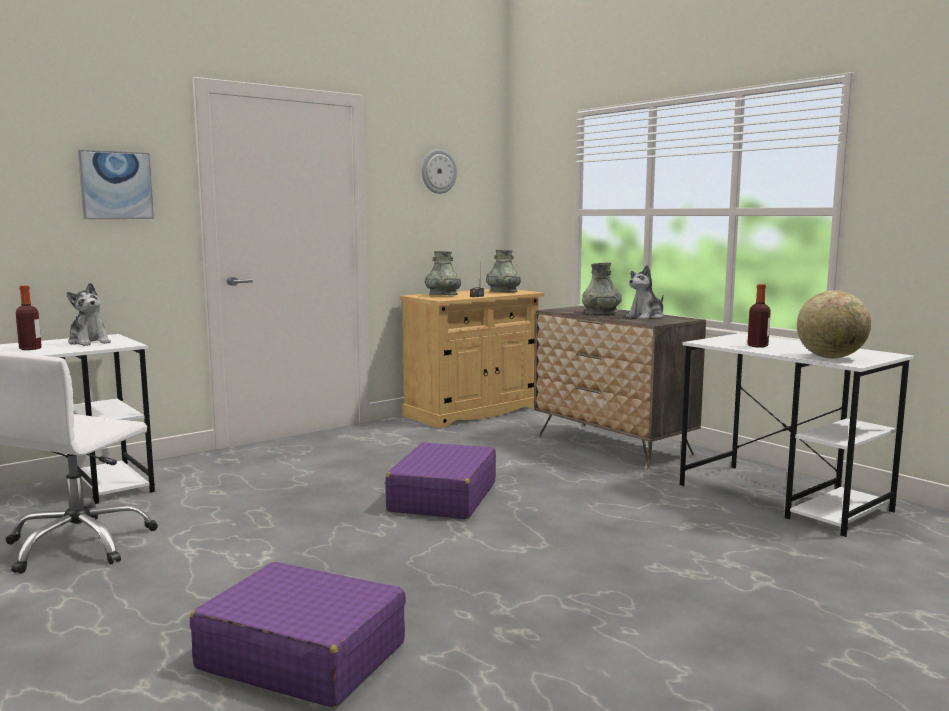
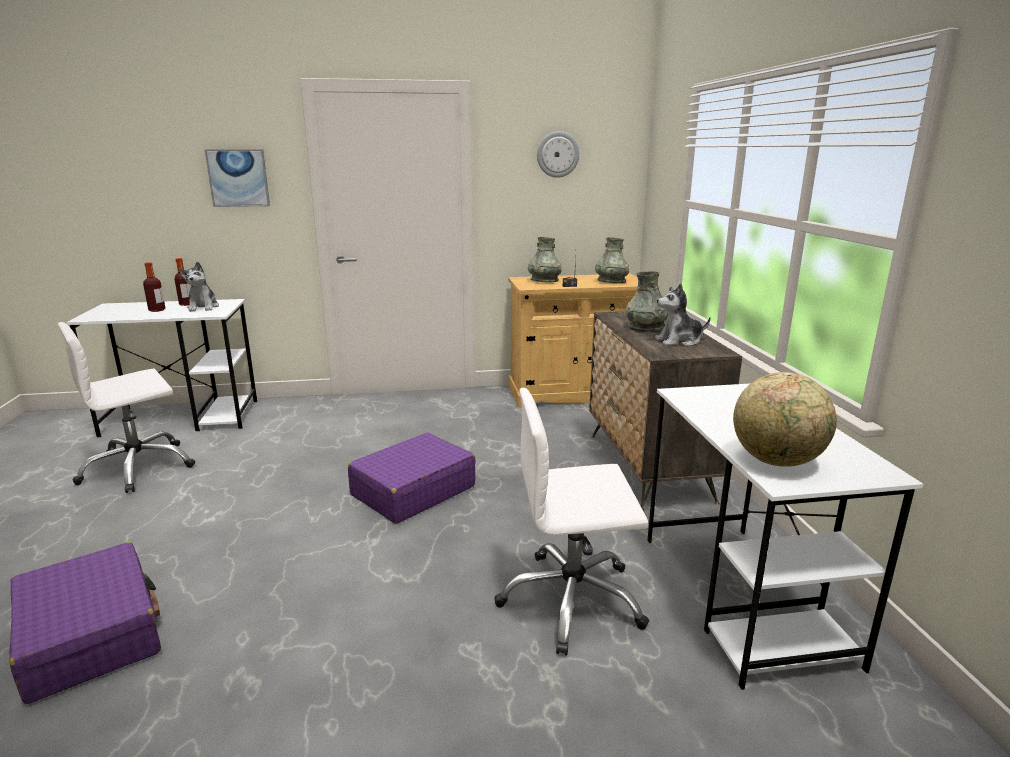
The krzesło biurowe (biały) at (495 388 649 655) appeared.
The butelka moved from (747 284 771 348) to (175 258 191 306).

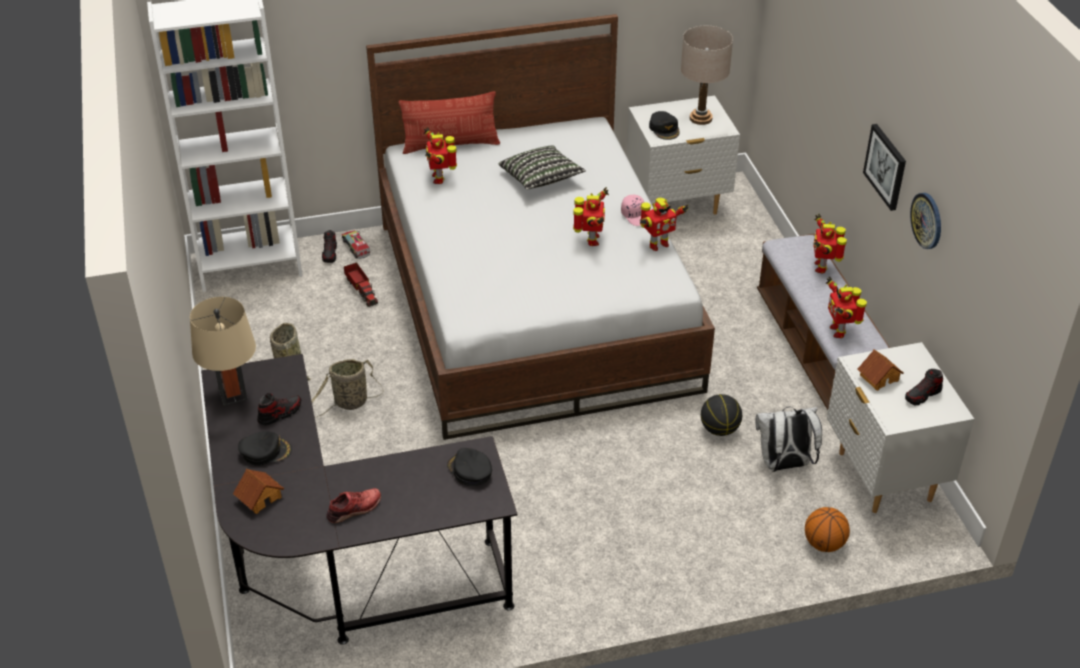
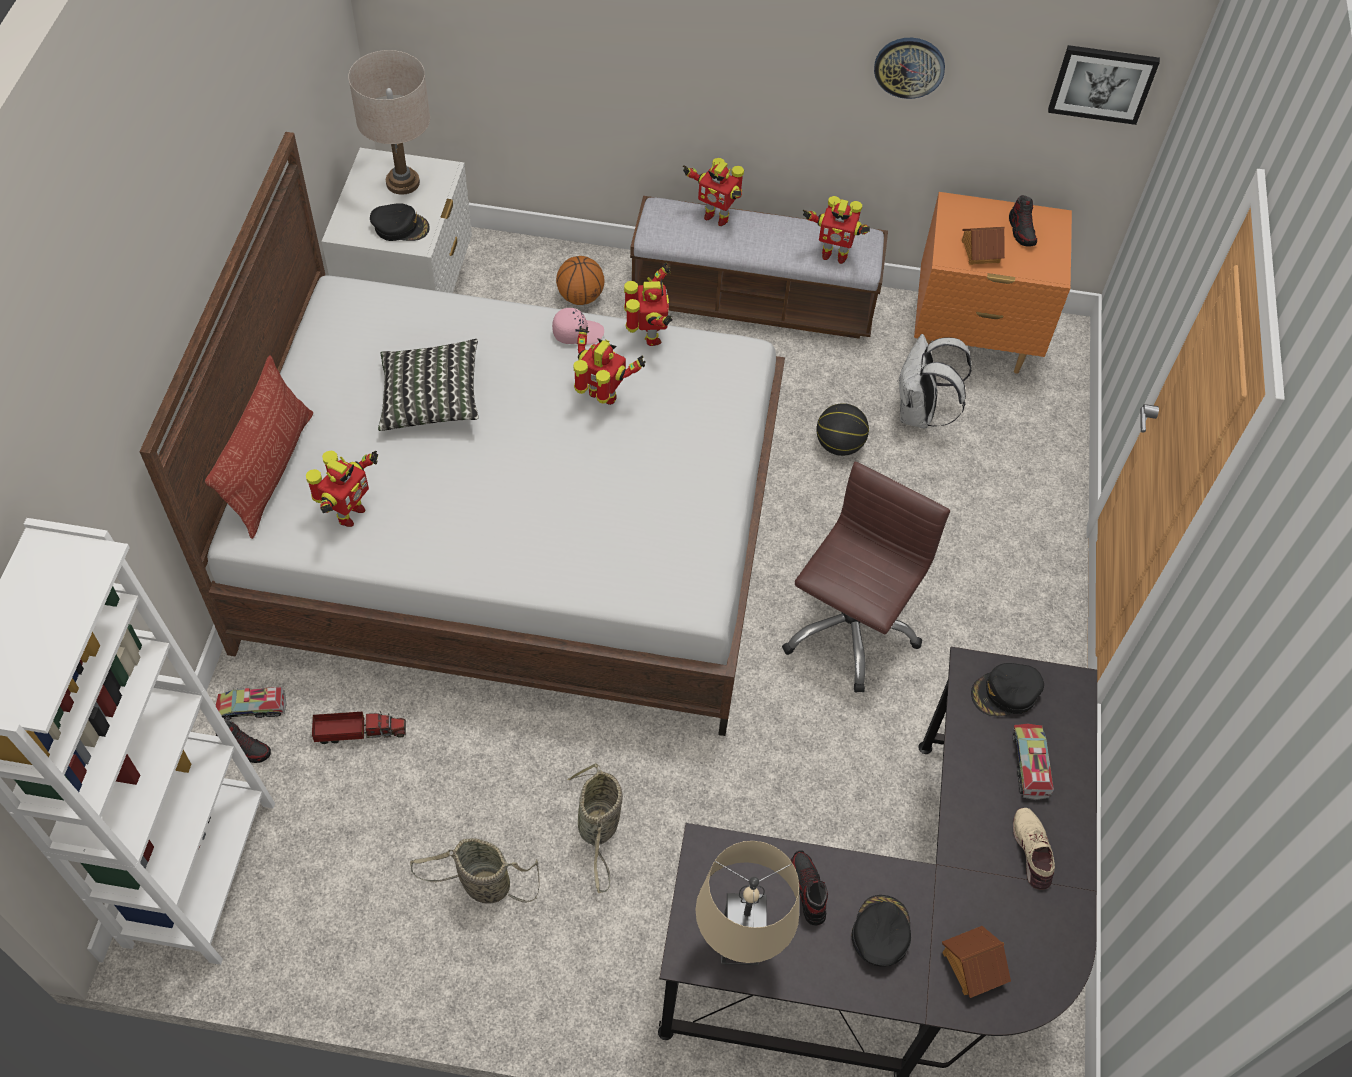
The krzesło biurowe (brązowy) at (782 462 950 693) appeared.
The ciężarówka zabawkowa at (1013 723 1054 800) appeared.
The piłka do koszykówki moved from (805 507 850 552) to (556 256 604 305).
The obraz moved from (863 124 906 211) to (1048 45 1160 125).
The but (czerwony) at (327 488 381 523) became the but (beżowy) at (1013 808 1055 890).
The szafka nocna (biały) at (827 342 974 513) became the szafka nocna (pomarańczowy) at (914 192 1072 374).
The robot zabawkowy at (424 127 457 184) turned 75 degrees counterclockwise.

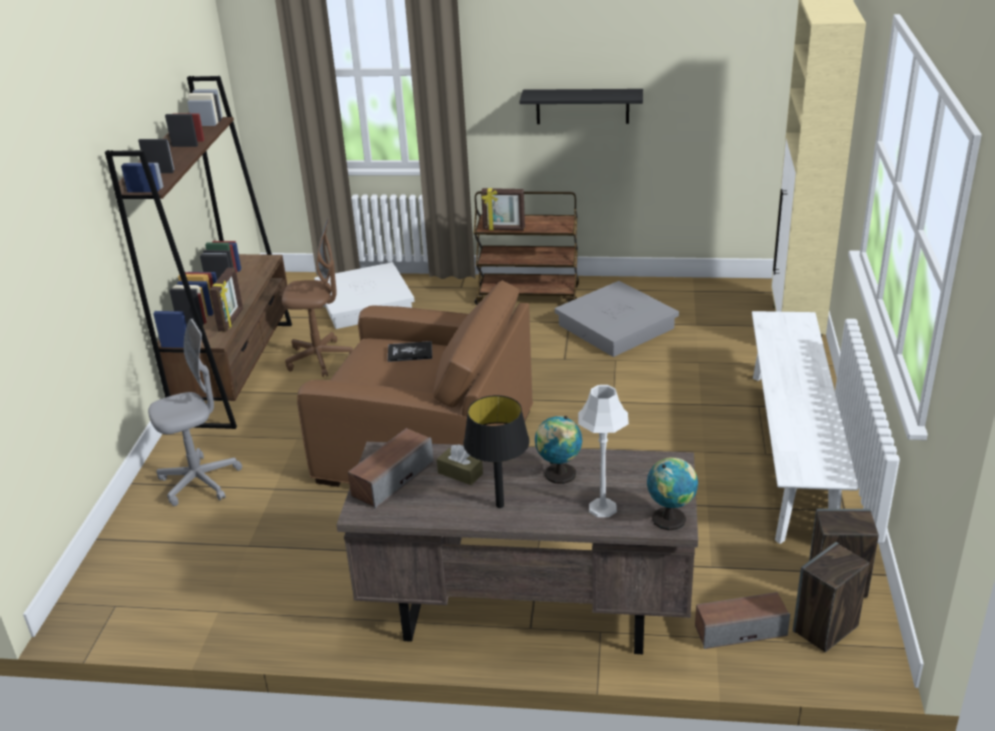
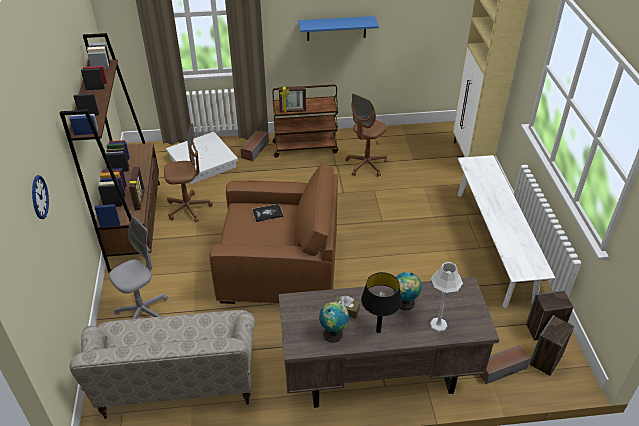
The zegar ścienny at (32 175 49 219) appeared.
The kanapa (beżowy) at (69 310 255 419) appeared.
The głośnik moved from (348 428 434 509) to (241 131 269 162).
The globus moved from (647 457 698 530) to (319 302 349 343).
The pojemnik do przechowywania (szary) at (555 281 679 357) was replaced by the krzesło biurowe (brązowy) at (345 94 387 177).
The półka (czarny) at (519 89 643 124) became the półka (niebieski) at (299 16 379 41).

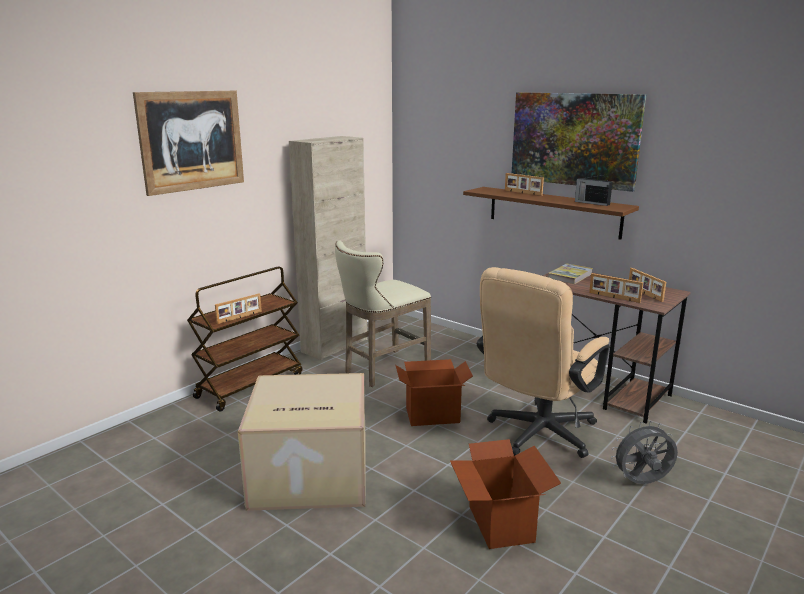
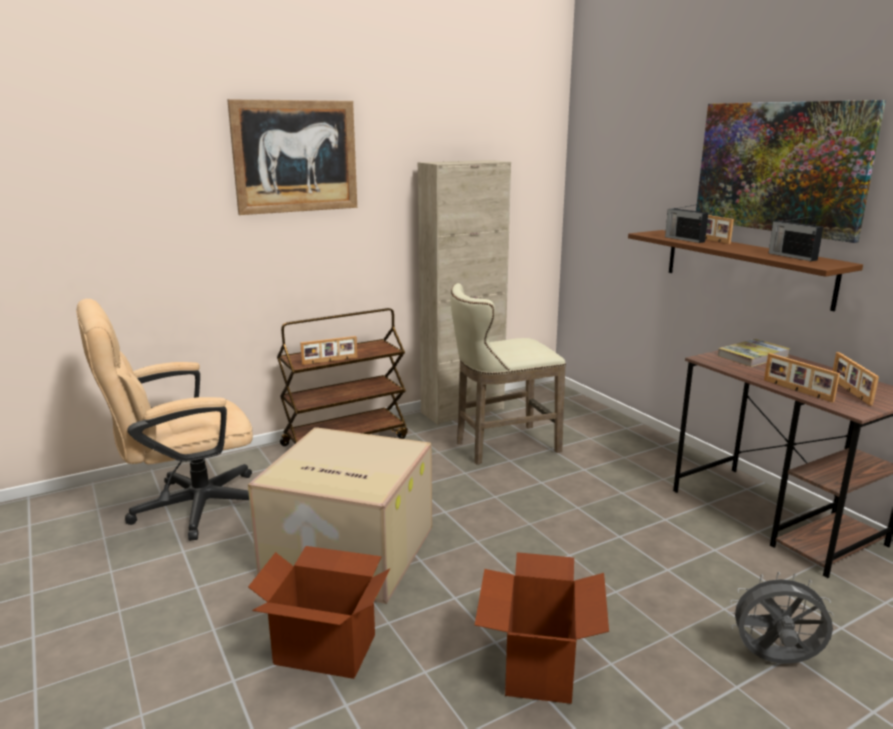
The radio at (665 204 708 243) appeared.
The karton moved from (395 359 473 426) to (248 546 390 679).
The krzesło biurowe (beżowy) moved from (477 267 610 458) to (76 299 253 541).

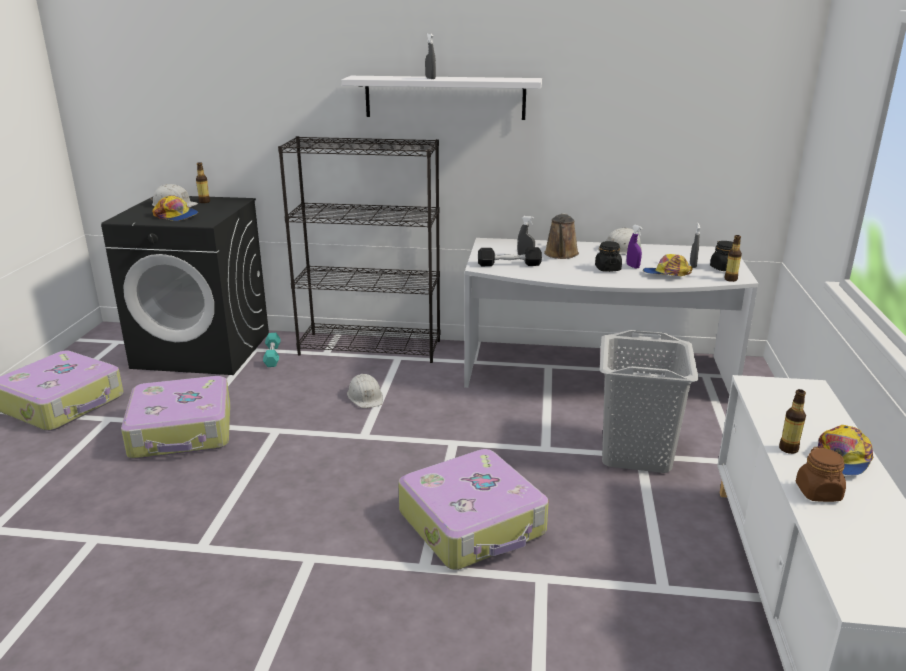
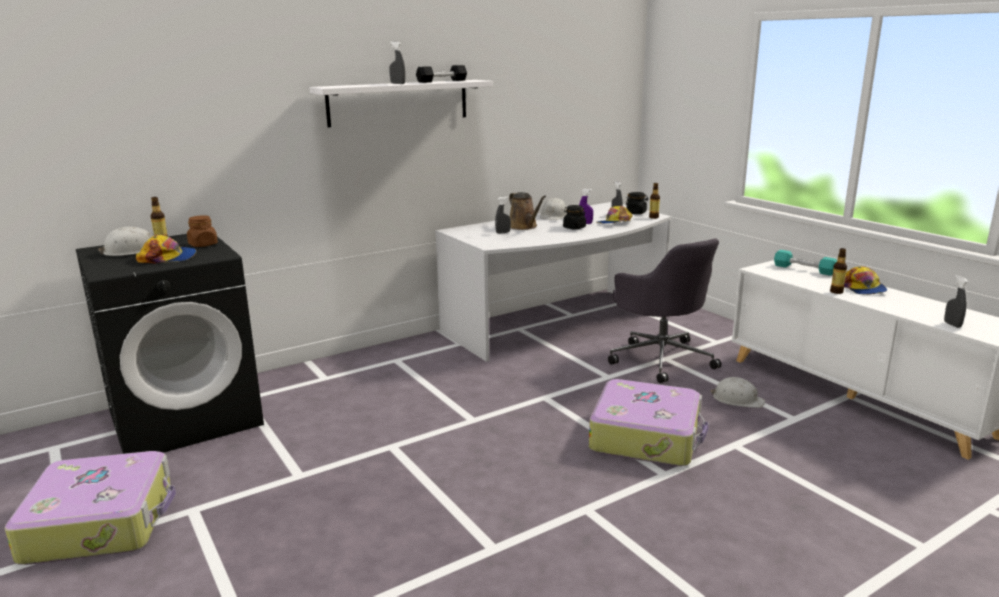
The walizka at (121 376 230 459) disappeared.
The regał (czarny) at (278 136 440 363) disappeared.
The spryskiwacz (szary) at (944 275 968 328) appeared.
The hantel (turkusowy) moved from (263 333 281 367) to (774 250 837 276).
The kask (biały) moved from (347 374 383 408) to (710 377 765 408).
The hantel (czarny) moved from (478 247 542 266) to (416 65 467 83).
The słoik (brązowy) moved from (796 447 846 502) to (187 215 218 247).
The kosz na pranie (szary) at (600 330 699 473) was replaced by the krzesło biurowe (szary) at (608 238 721 383).

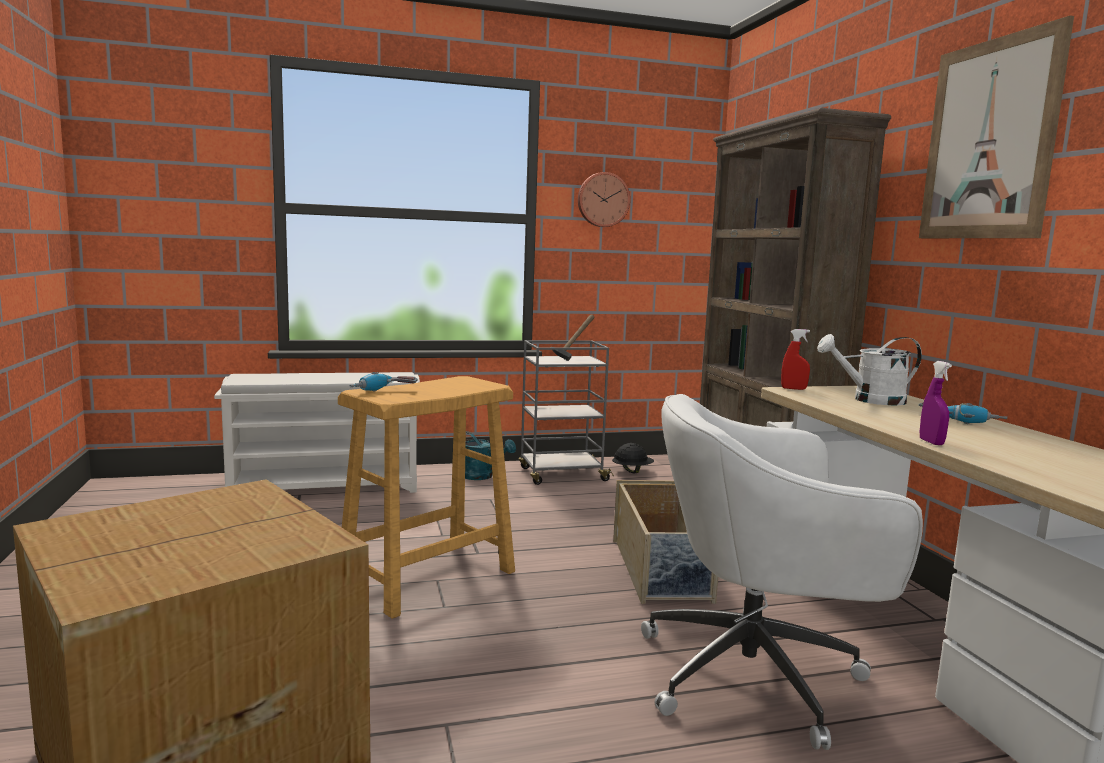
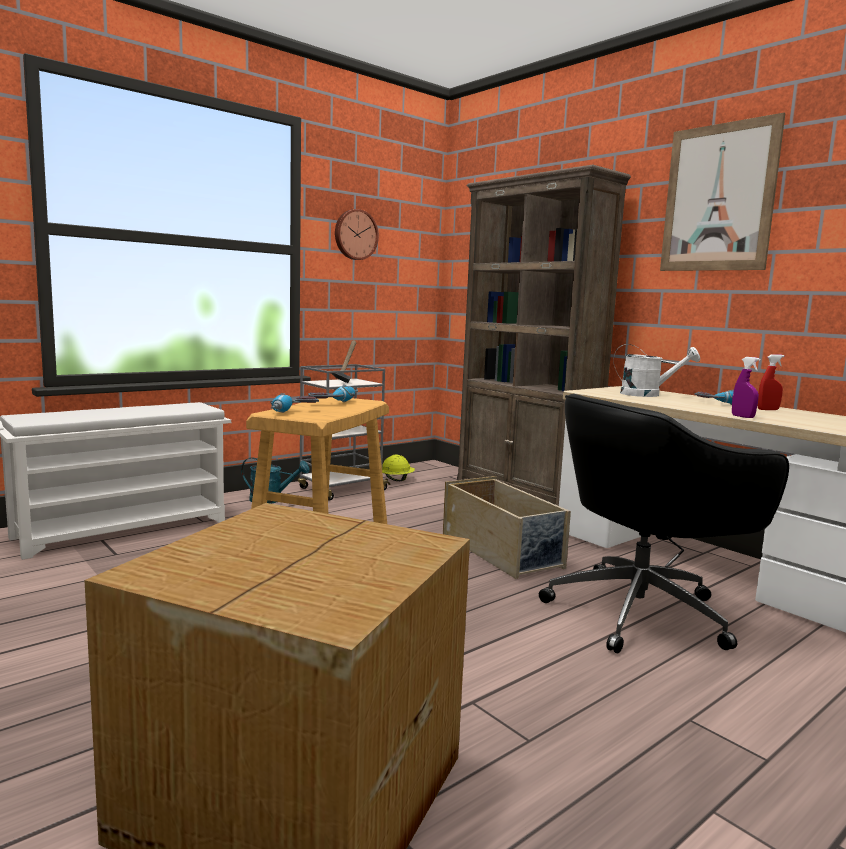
The wiertarka at (308 385 358 402) appeared.
The spryskiwacz (czerwony) moved from (781 329 810 390) to (758 355 785 410).
The kask (czarny) at (612 443 654 473) became the kask (żółty) at (382 455 415 481).
The krzesło biurowe (biały) at (641 394 923 750) became the krzesło biurowe (czarny) at (539 394 789 654).
The konewka (biały) at (817 334 922 405) turned 135 degrees counterclockwise.

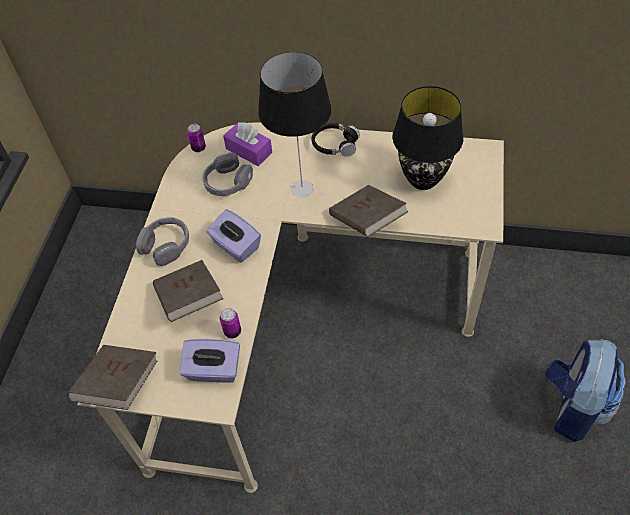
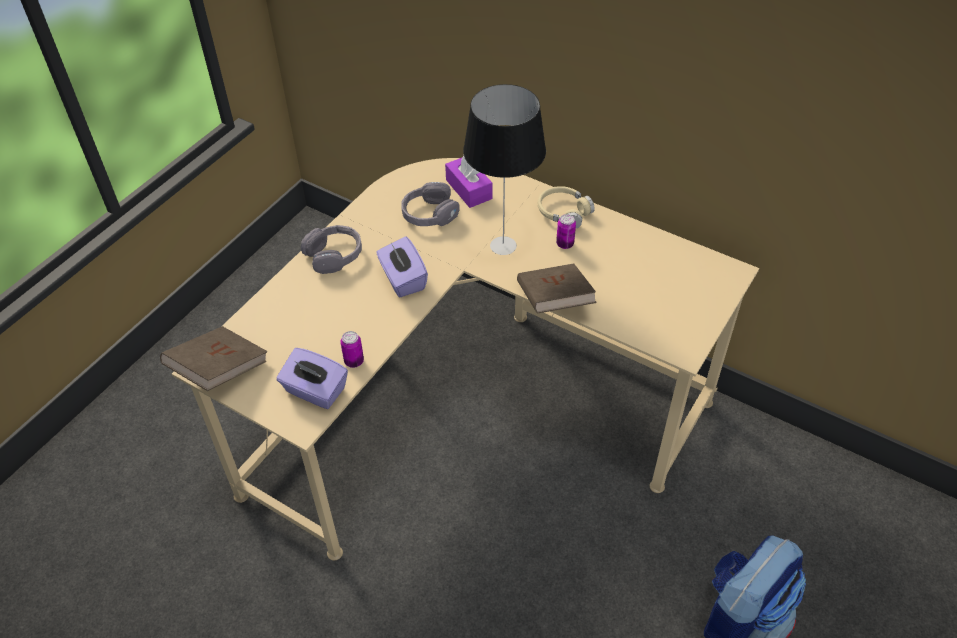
The książka (brązowy) at (153 260 223 322) disappeared.
The lampa stołowa (czarny) at (393 86 463 190) disappeared.
The puszka moved from (187 124 206 152) to (556 214 576 249).
The słuchawki (czarny) at (311 123 360 157) became the słuchawki (beżowy) at (538 186 595 228).

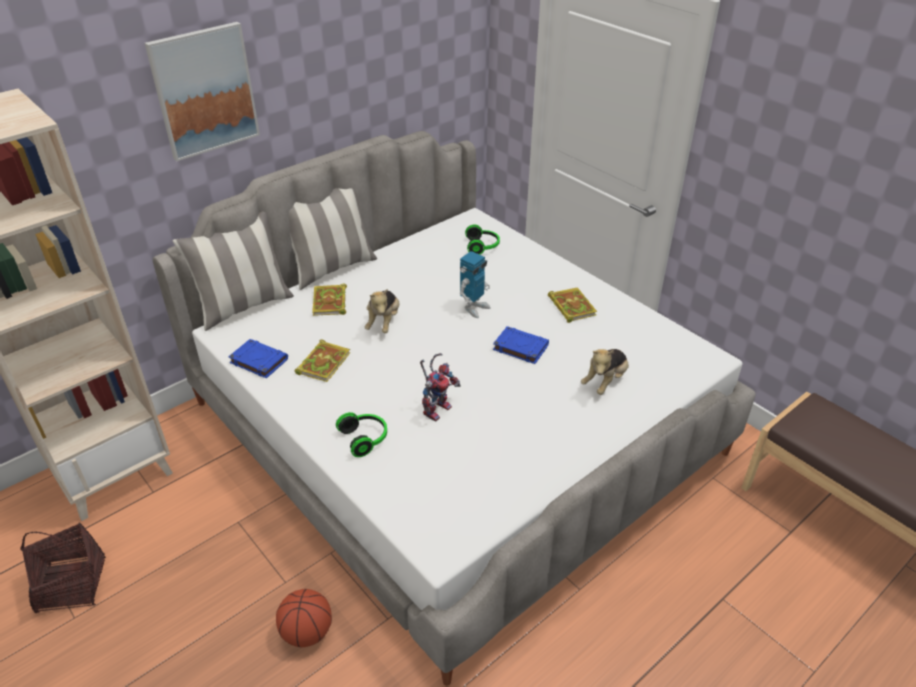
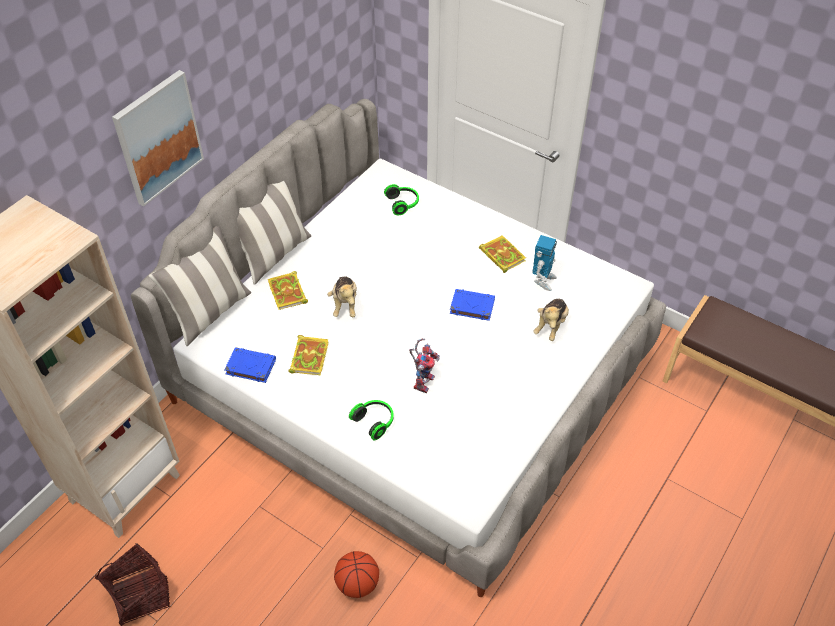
The robot zabawkowy moved from (460 251 490 318) to (532 235 557 291).

